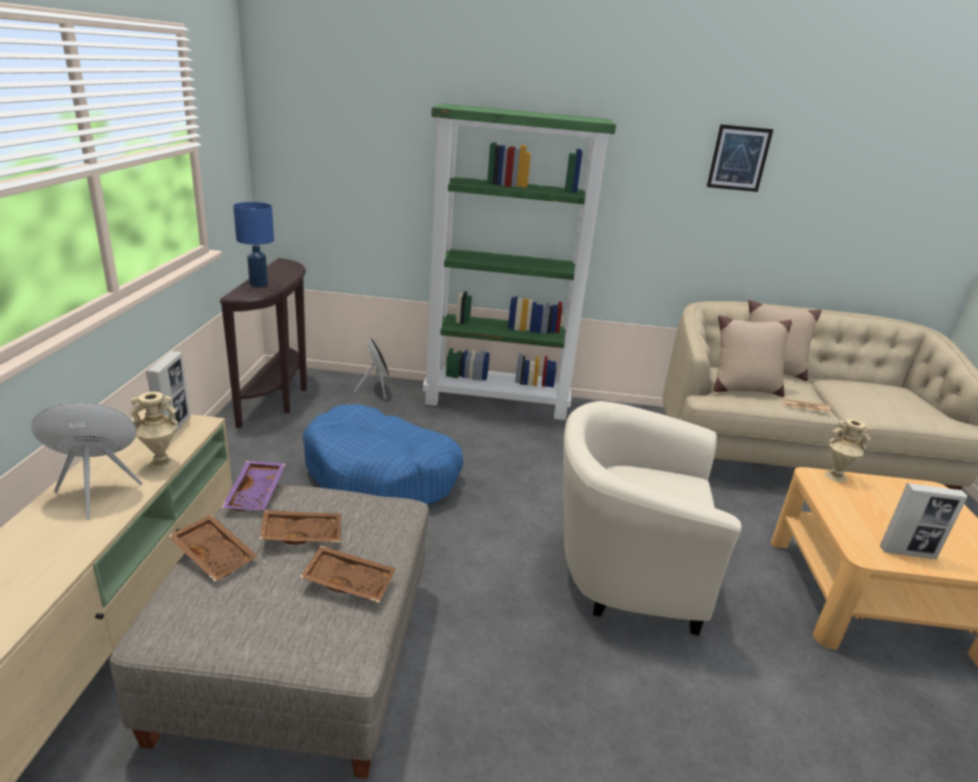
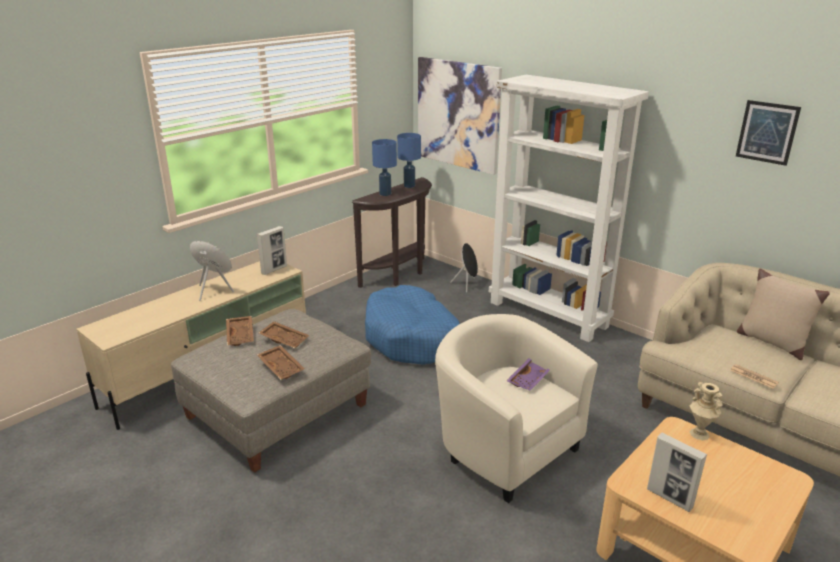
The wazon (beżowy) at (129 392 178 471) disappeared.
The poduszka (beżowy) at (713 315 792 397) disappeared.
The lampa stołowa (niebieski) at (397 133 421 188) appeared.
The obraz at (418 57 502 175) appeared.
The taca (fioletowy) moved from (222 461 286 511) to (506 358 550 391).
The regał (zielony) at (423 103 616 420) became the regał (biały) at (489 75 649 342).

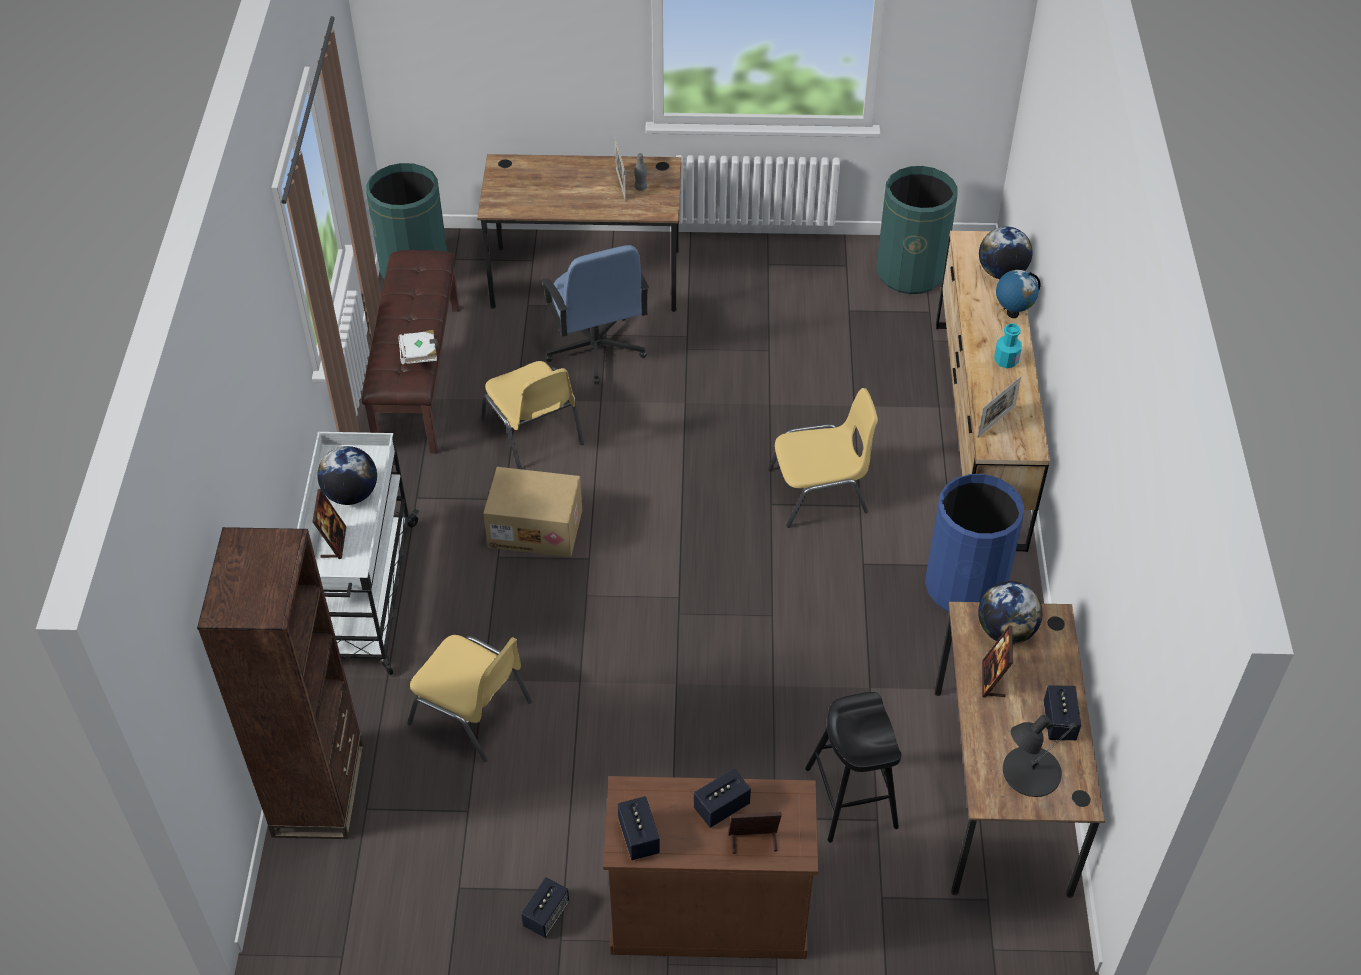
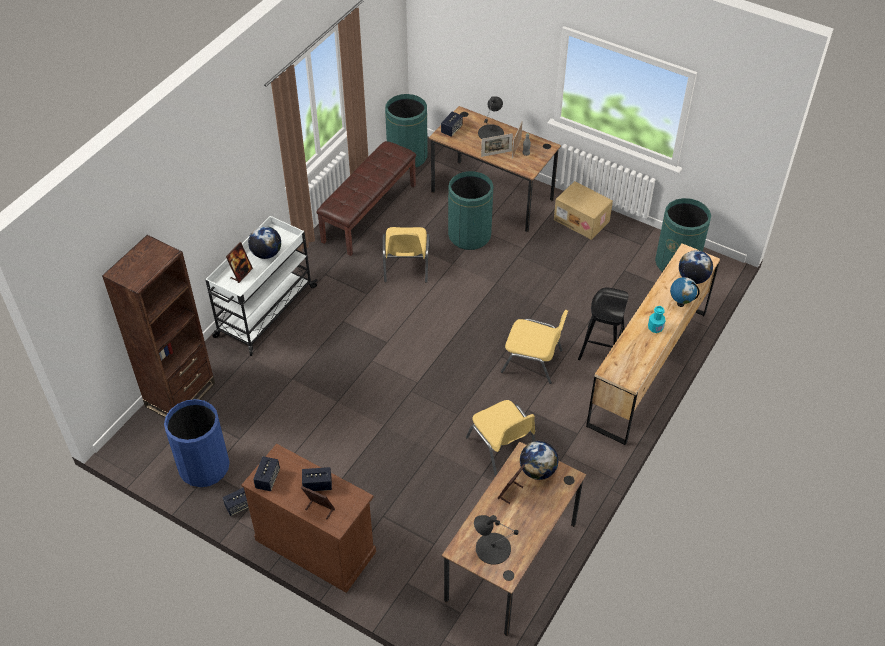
The książka (biały) at (398 330 439 364) disappeared.
The lampa stołowa (czarny) at (478 96 504 139) appeared.
The krzesło (żółty) moved from (407 635 532 762) to (466 400 535 476).
The karton moved from (483 467 582 557) to (554 181 613 240).
The stołek (czarny) moved from (805 692 901 842) to (578 287 628 360).
The kosz na śmieci (niebieski) moved from (925 474 1024 612) to (164 399 230 487).
The ramka na zdjęcie moved from (977 376 1021 438) to (481 133 513 157).
The głośnik moved from (1044 685 1081 740) to (441 112 463 137).
The krzesło biurowe (niebieski) at (540 245 649 385) was replaced by the kosz na śmieci (zielony) at (448 171 493 250).

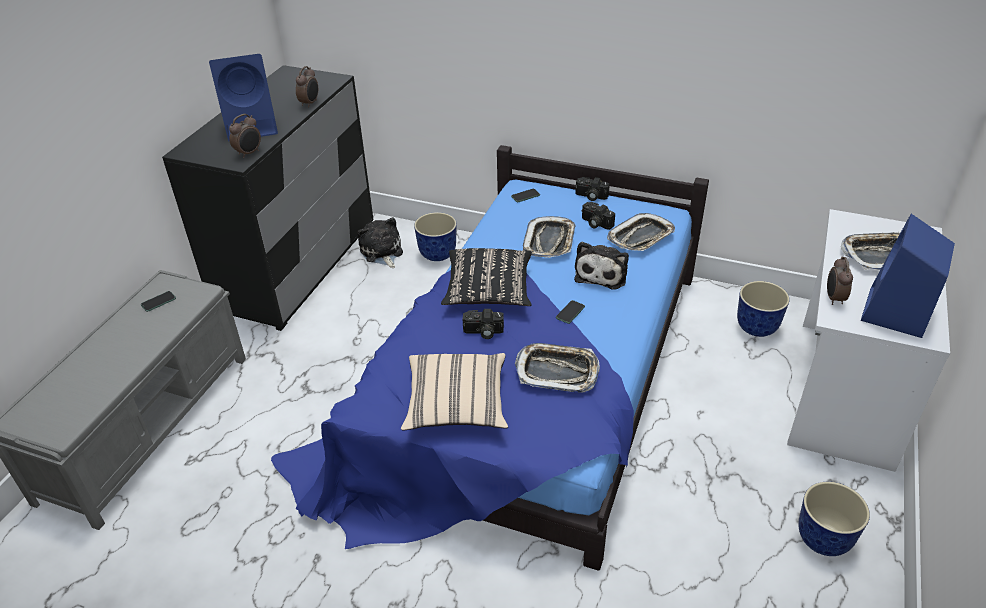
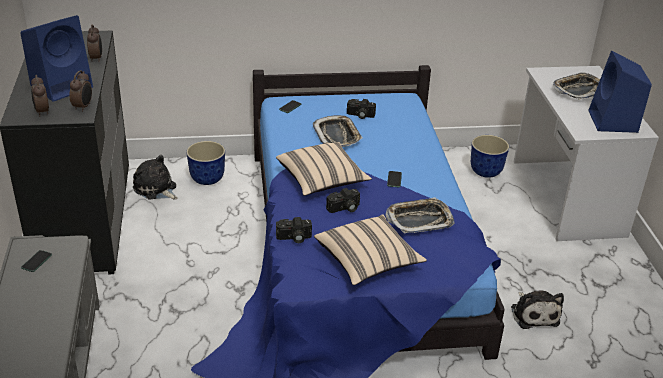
The taca at (607 213 675 251) disappeared.
The donica at (798 482 870 556) disappeared.
The pluszak moved from (574 242 629 290) to (511 290 564 329).
The aparat fotograficzny moved from (575 177 610 201) to (276 217 312 243).
The budzik moved from (827 256 853 305) to (31 75 49 116).
The poduszka (czarny) at (441 248 532 306) became the poduszka (beżowy) at (276 142 372 196).

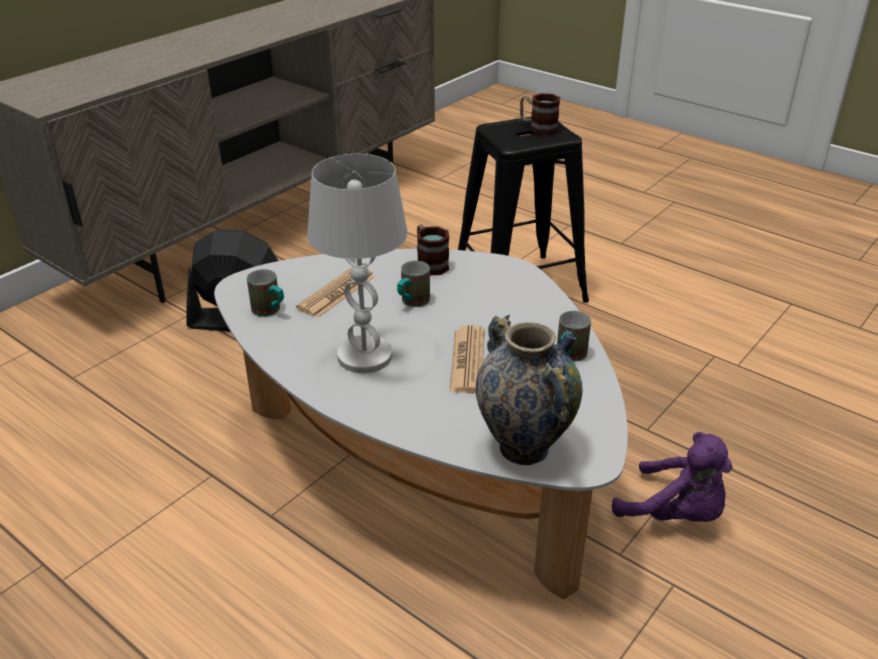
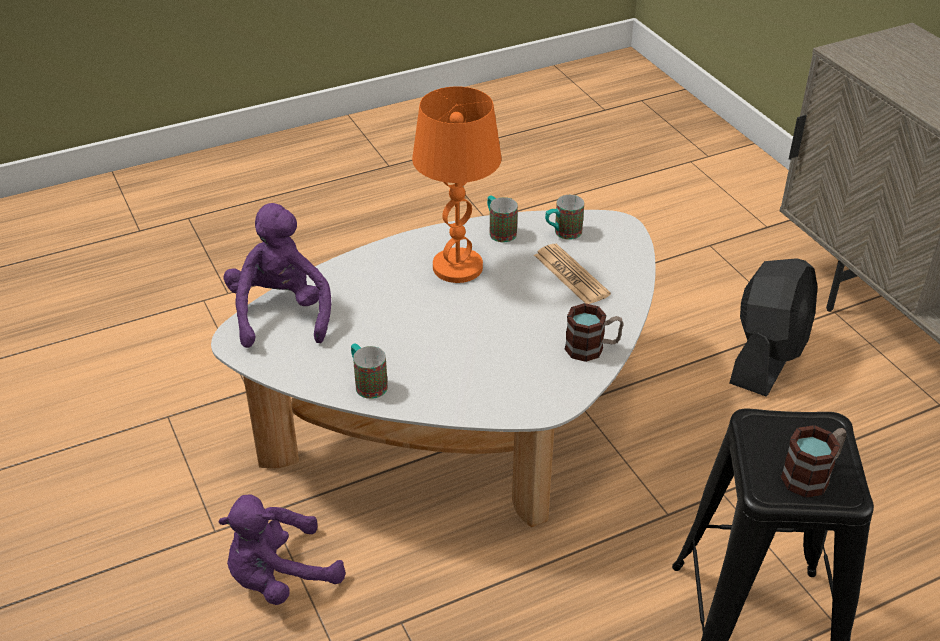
The gazeta at (449 325 484 393) disappeared.
The kubek moved from (397 261 430 307) to (487 196 518 242).
The wazon at (476 315 582 465) was replaced by the pluszak (fioletowy) at (224 203 331 348).
The lampa stołowa (biały) at (307 154 407 373) became the lampa stołowa (pomarańczowy) at (412 86 502 283).

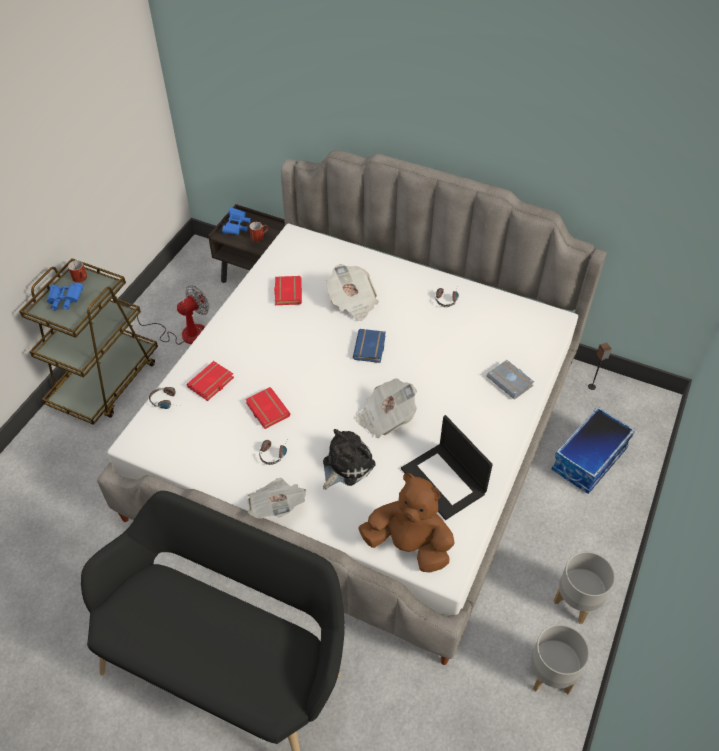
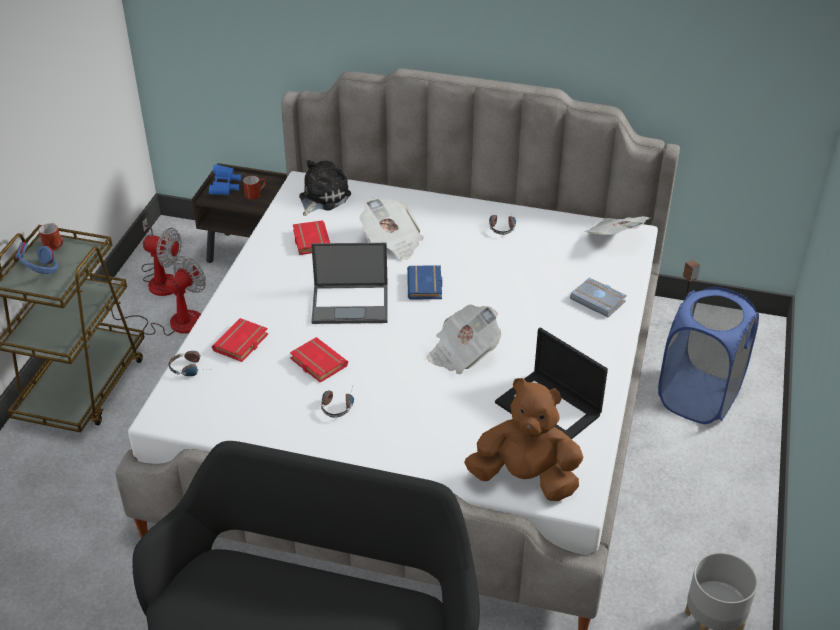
The donica (szary) at (554 551 615 624) disappeared.
The wentylator at (142 218 181 296) appeared.
The laptop at (311 243 388 324) appeared.
The gazeta moved from (247 478 306 519) to (584 216 650 235).
The pluszak moved from (323 429 376 490) to (299 160 351 216).
The lornetka (niebieski) at (47 282 83 310) was replaced by the słuchawki (niebieski) at (15 242 58 274).
The pojemnik do przechowywania at (552 406 635 494) was replaced by the kosz na pranie (niebieski) at (658 287 759 424).

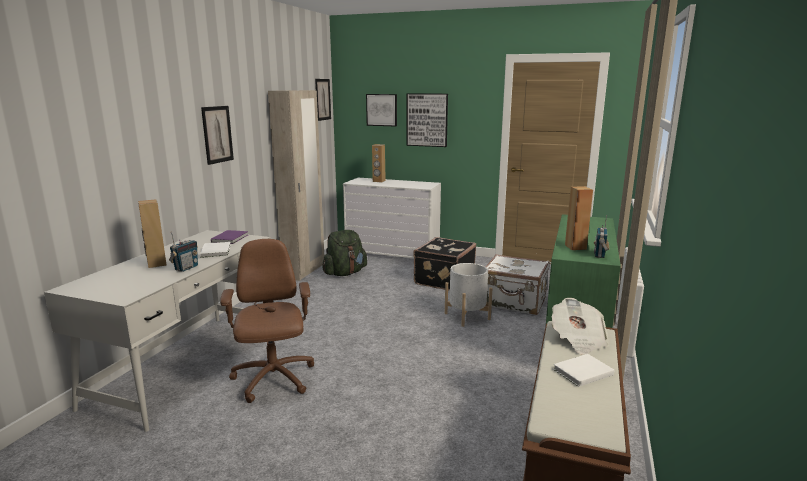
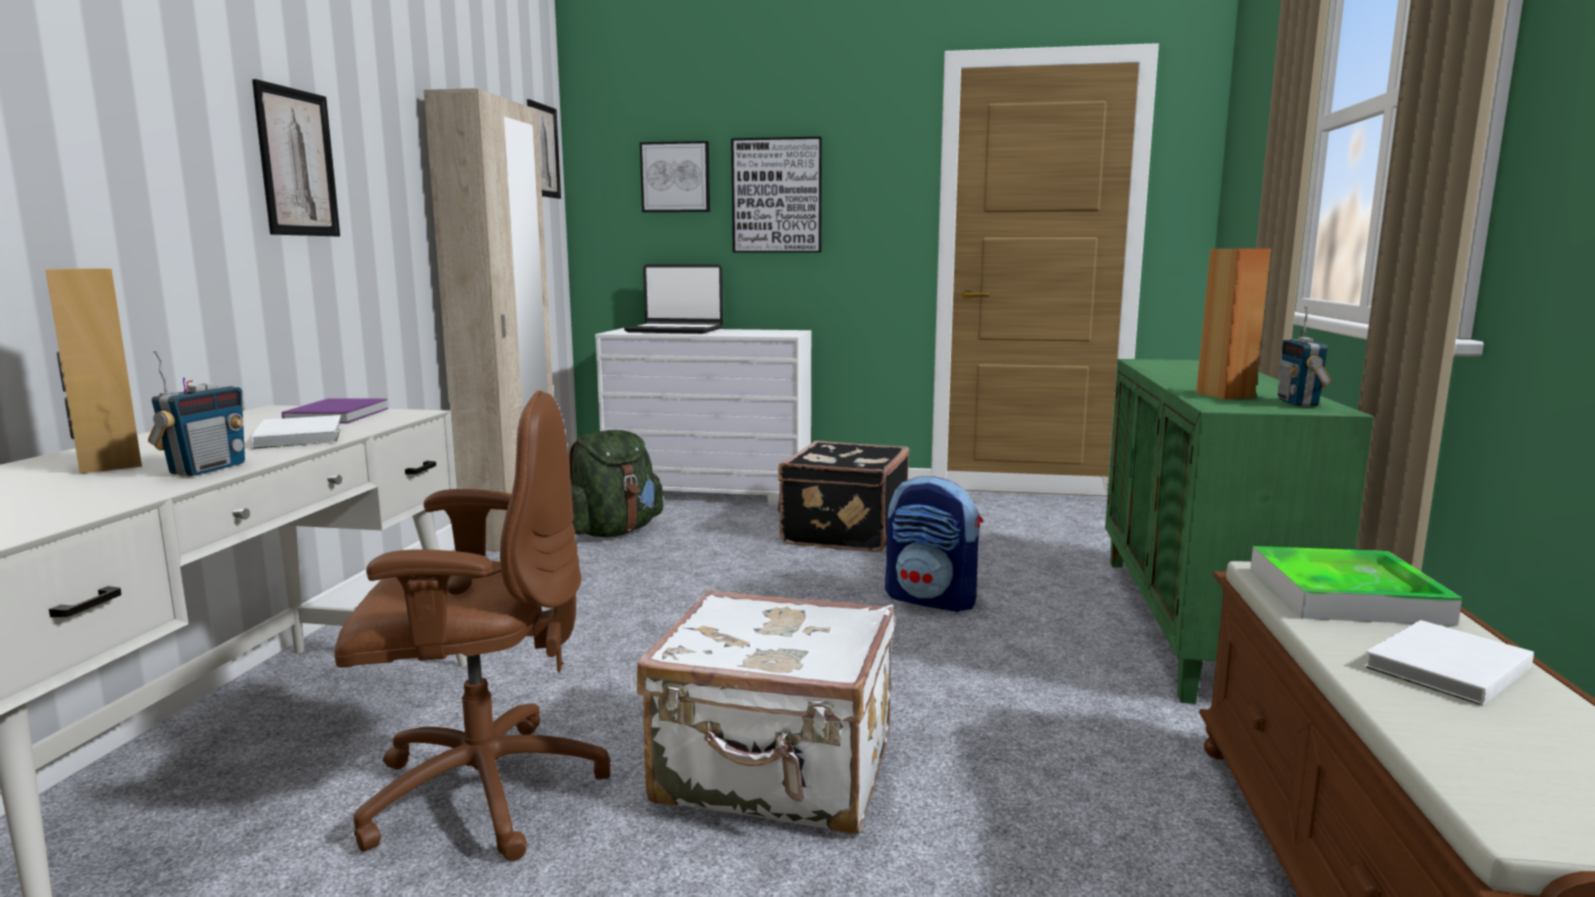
The walizka (biały) moved from (485 254 549 315) to (637 589 895 834).
The głośnik (brązowy) at (372 144 386 182) was replaced by the laptop at (624 264 723 334).
The donica (biały) at (445 263 492 327) was replaced by the plecak at (885 475 983 612).
The gazeta at (551 298 608 355) was replaced by the taca at (1250 546 1462 626).
The krzesło biurowe (brązowy) at (220 239 314 403) turned 105 degrees clockwise.

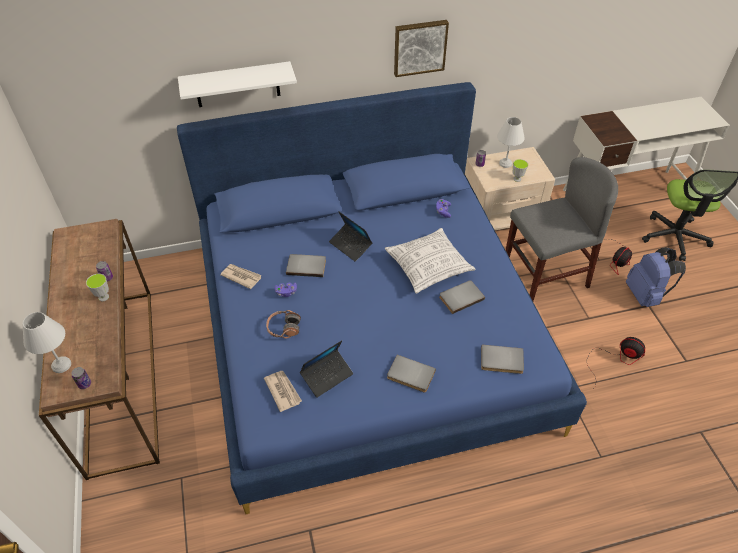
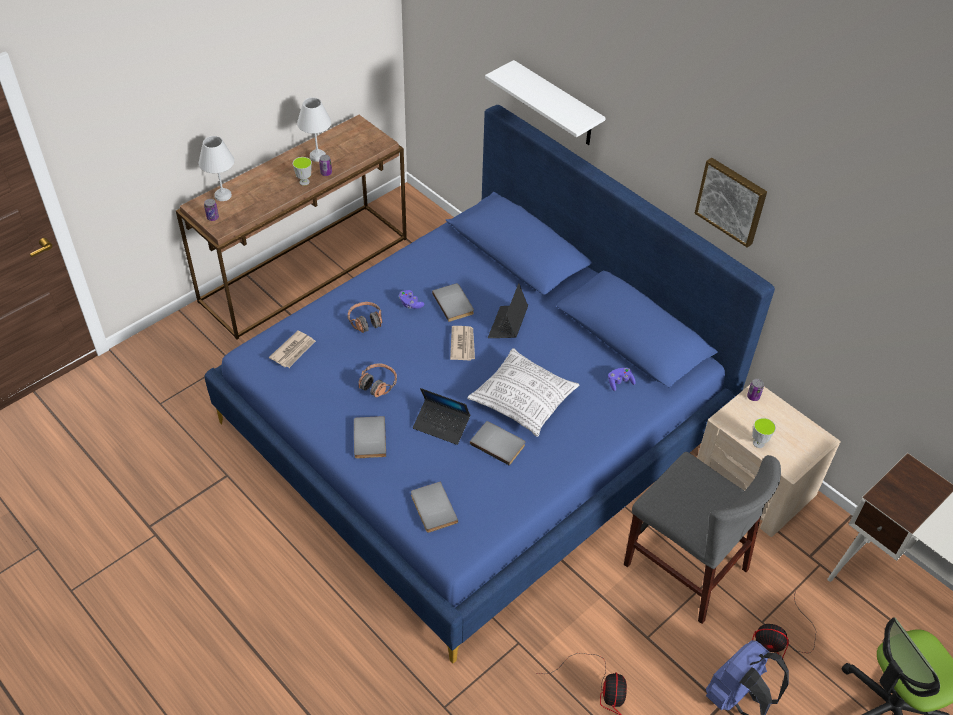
The słuchawki at (358 364 397 397) appeared.
The gazeta moved from (220 264 262 289) to (450 326 475 361).
The laptop moved from (300 340 353 398) to (413 388 470 445).
The lampa stołowa (biały) moved from (497 117 525 168) to (297 98 331 162).

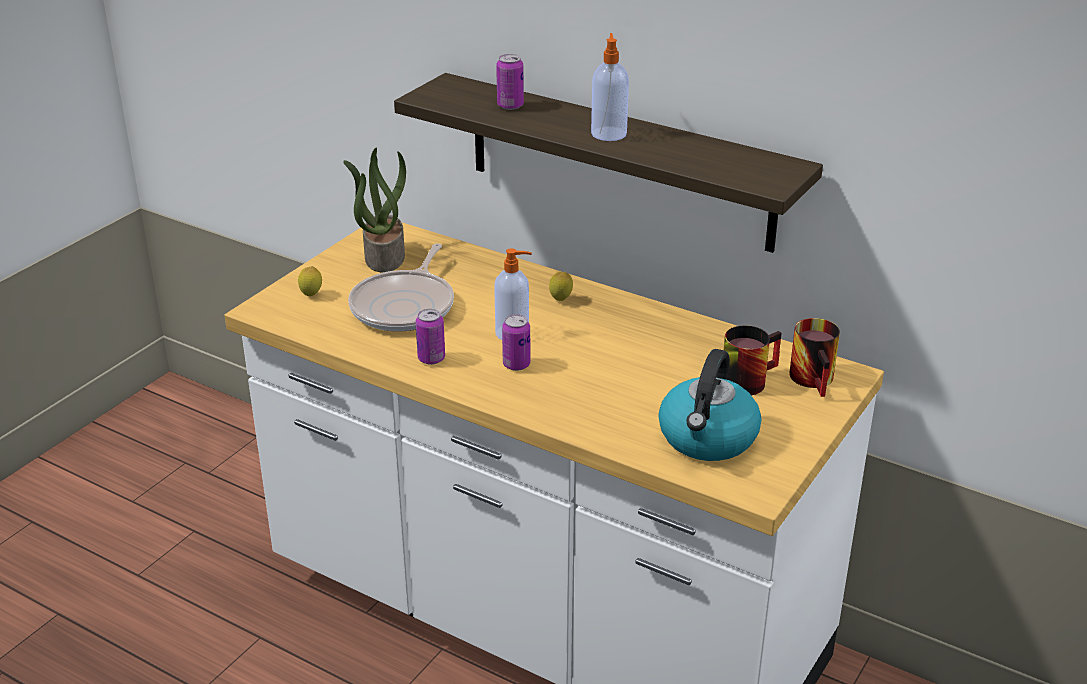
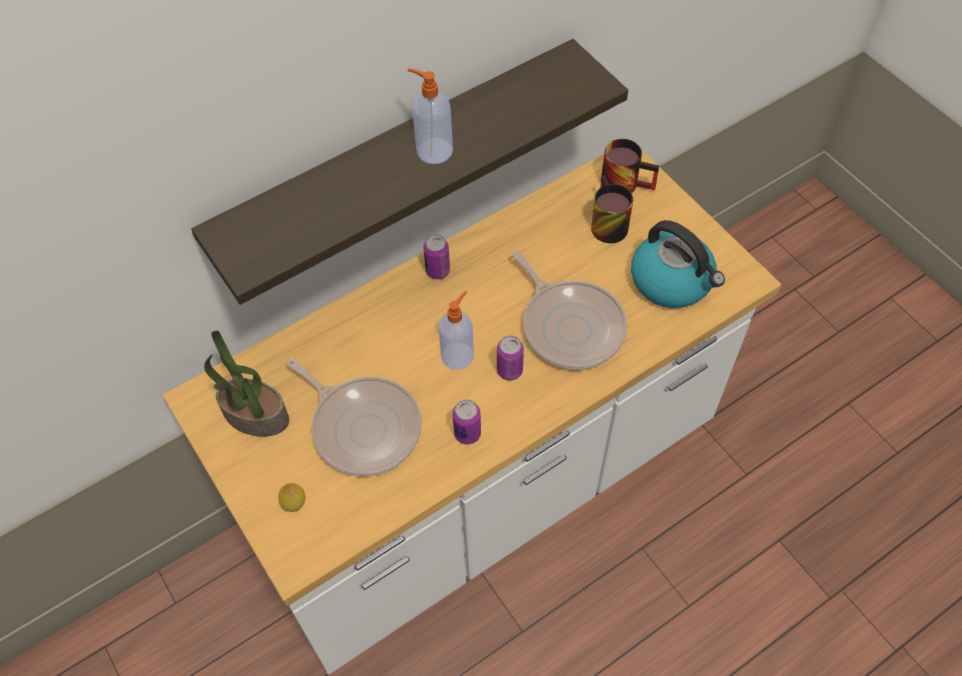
The cytryna at (549 272 573 301) disappeared.
The patelnia at (512 251 627 370) appeared.
The puszka moved from (496 54 524 110) to (423 235 450 279).

